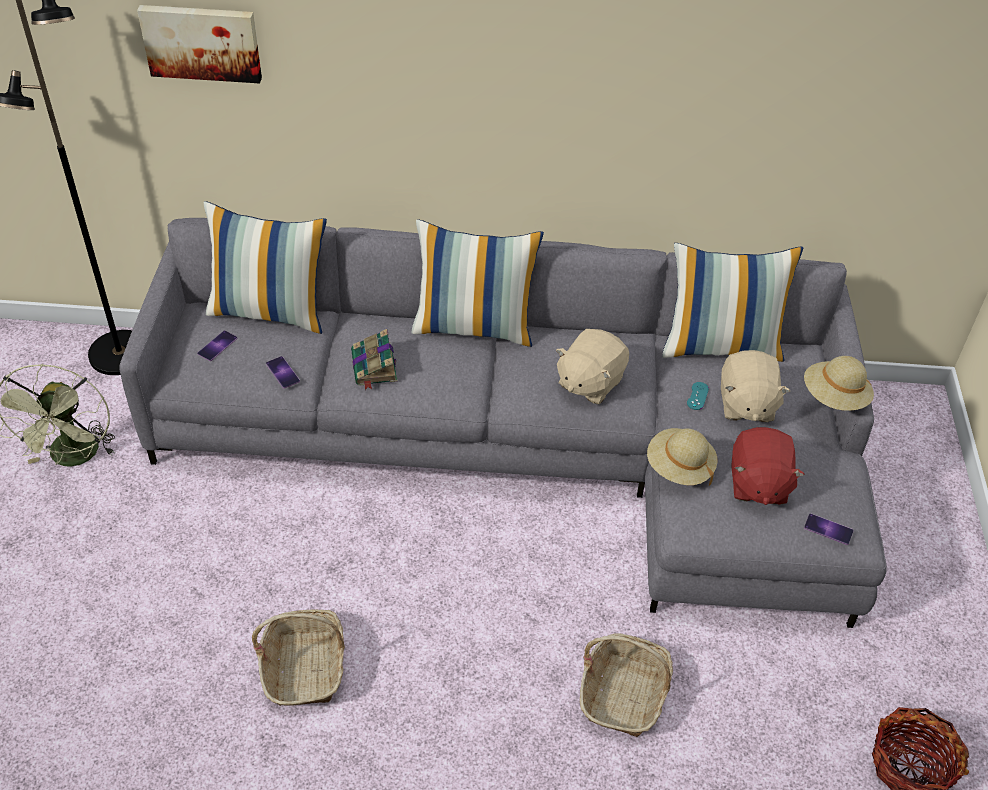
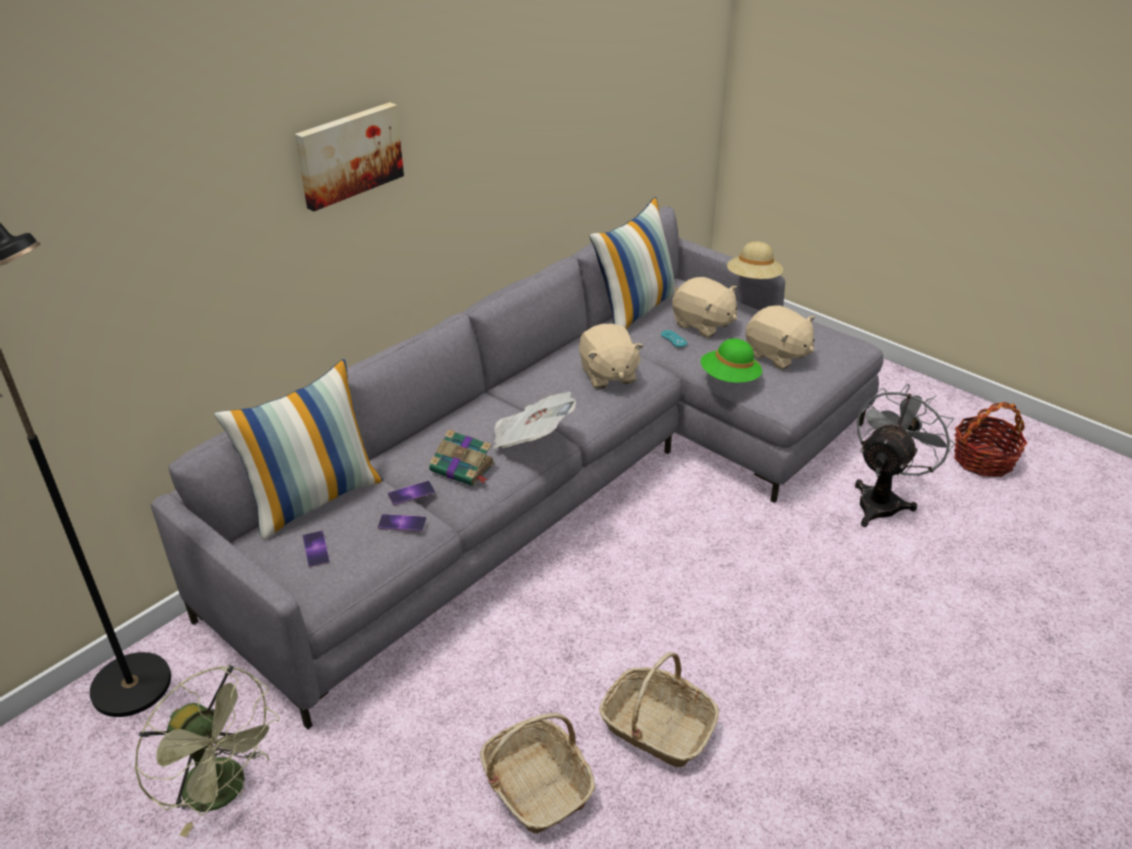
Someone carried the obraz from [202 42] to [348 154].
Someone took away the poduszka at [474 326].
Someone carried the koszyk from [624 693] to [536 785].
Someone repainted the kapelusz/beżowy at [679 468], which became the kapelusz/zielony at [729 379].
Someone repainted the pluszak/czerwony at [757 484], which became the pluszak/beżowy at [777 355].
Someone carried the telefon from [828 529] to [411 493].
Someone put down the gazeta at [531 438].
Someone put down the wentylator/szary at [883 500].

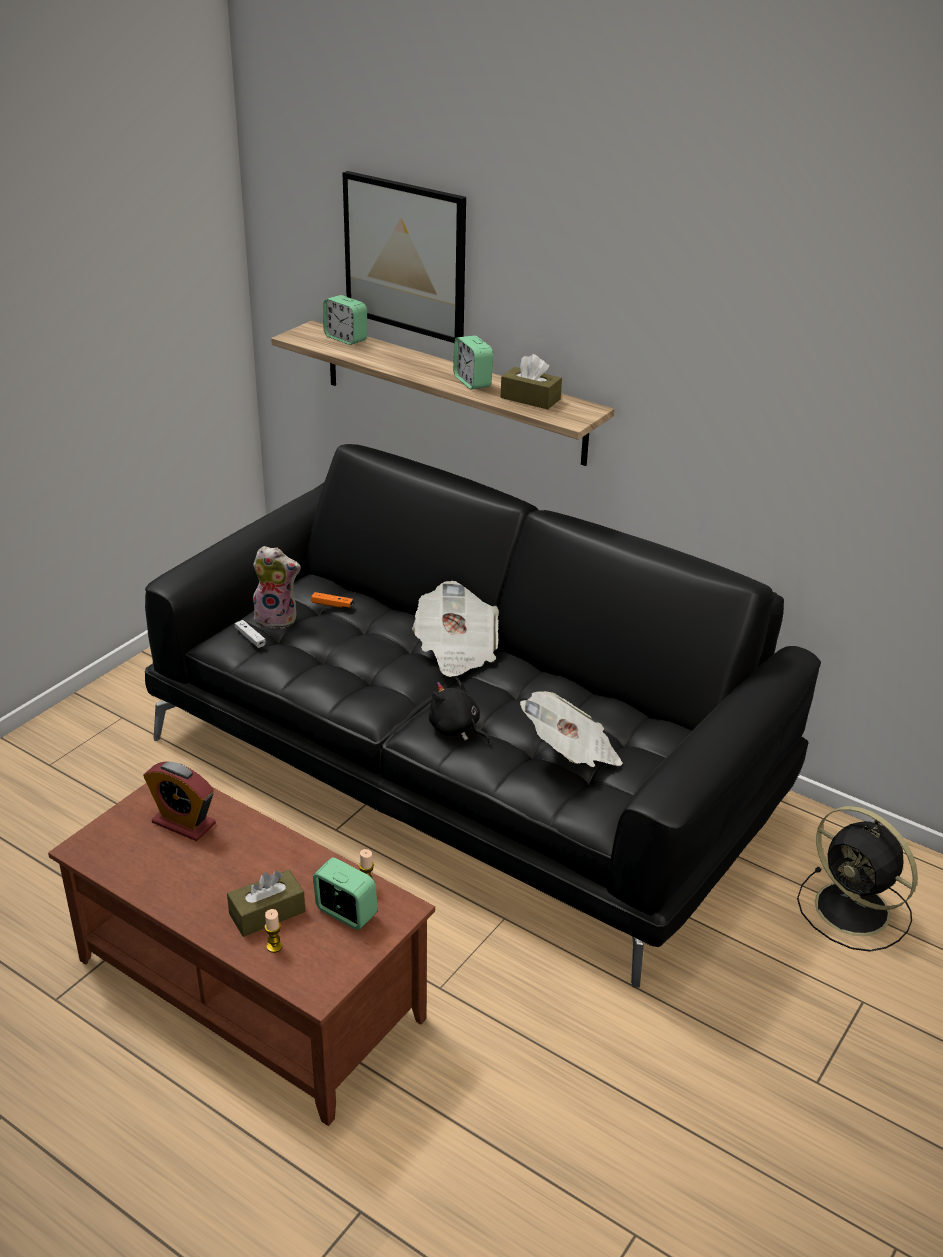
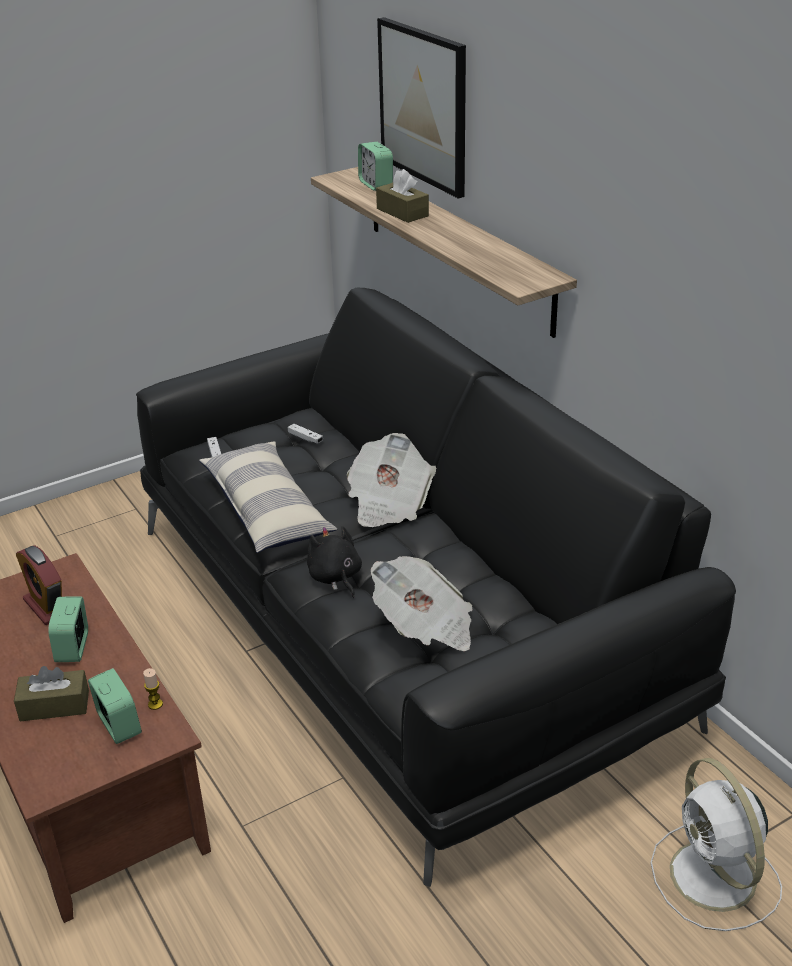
Someone took away the pluszak at [277 618].
Someone took away the świeca at [274 946].
Someone repainted the pad do gier/pomarańczowy at [332 604], which became the pad do gier/biały at [305 438].
Someone carried the budzik from [472 382] to [73 648].
Someone carried the pudełko chusteczek/brązowy from [530 398] to [402 212].
Someone repainted the wentylator/czarny at [855 911], which became the wentylator/biały at [715 879].
Someone put down the poduszka at [267 511].

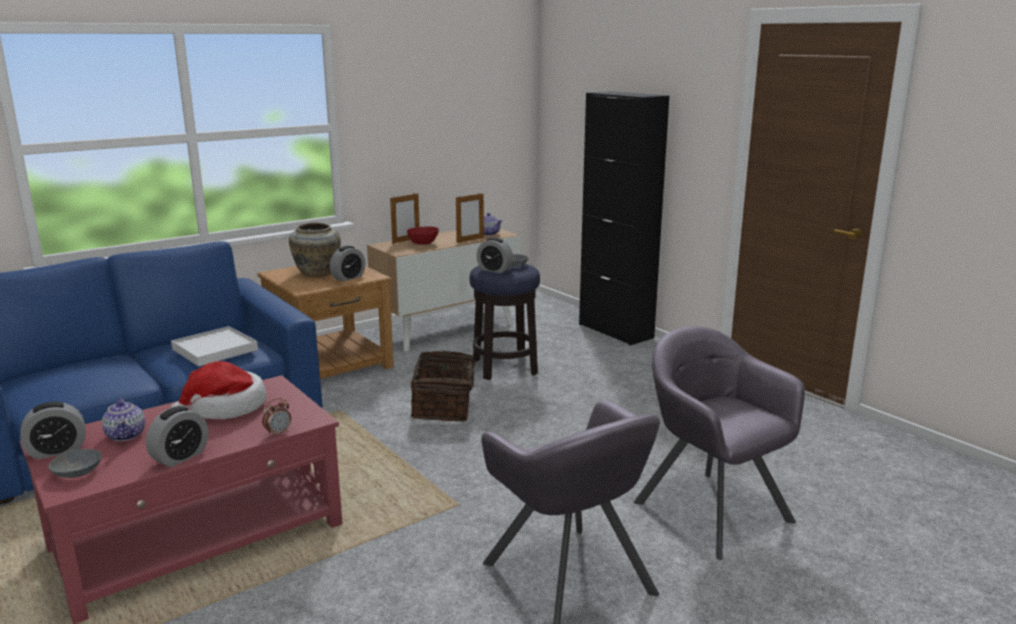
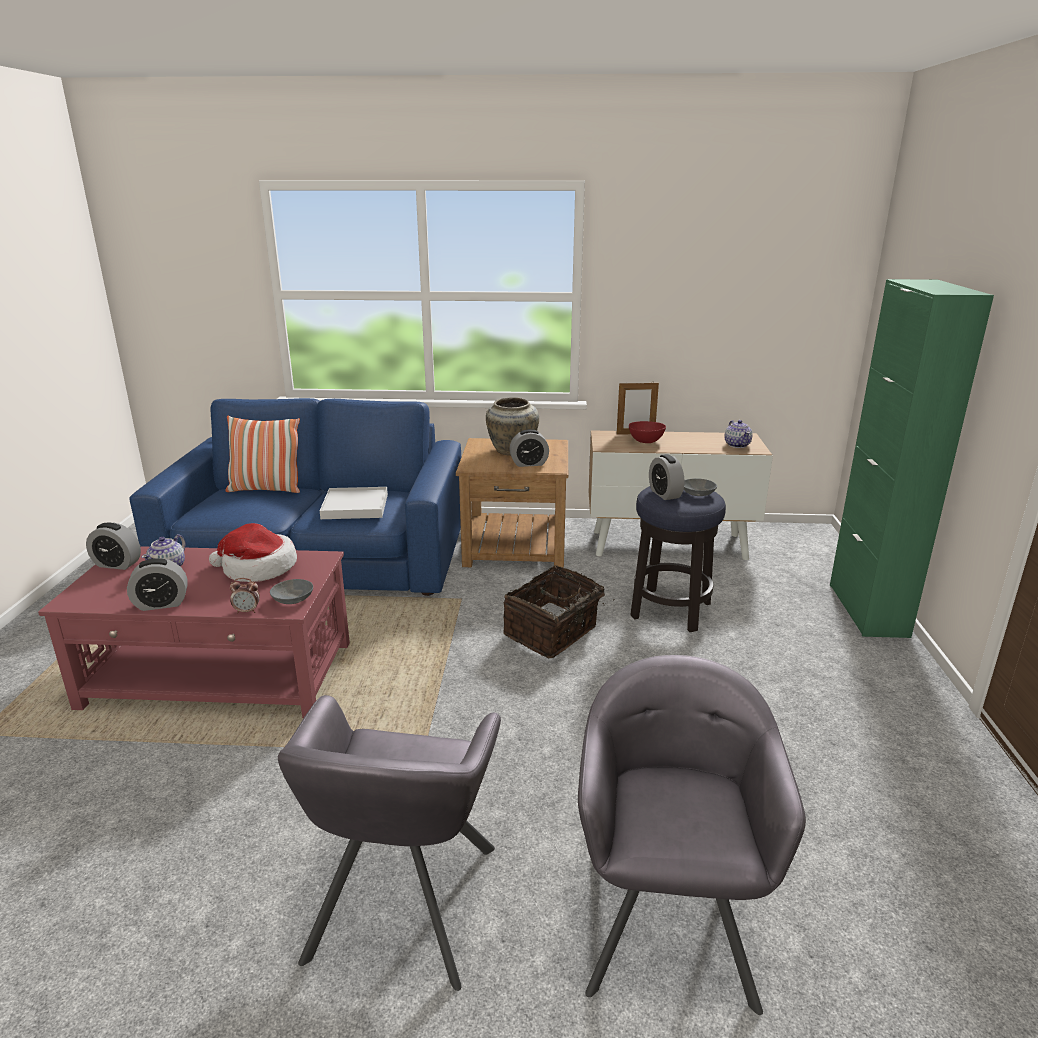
Someone carried the miska/szary from [78 471] to [293 598].
Someone took away the ramka na zdjęcie at [470 240].
Someone repainted the szafka/czarny at [615 331], which became the szafka/zielony at [867 610].
Someone put down the poduszka at [266 489].

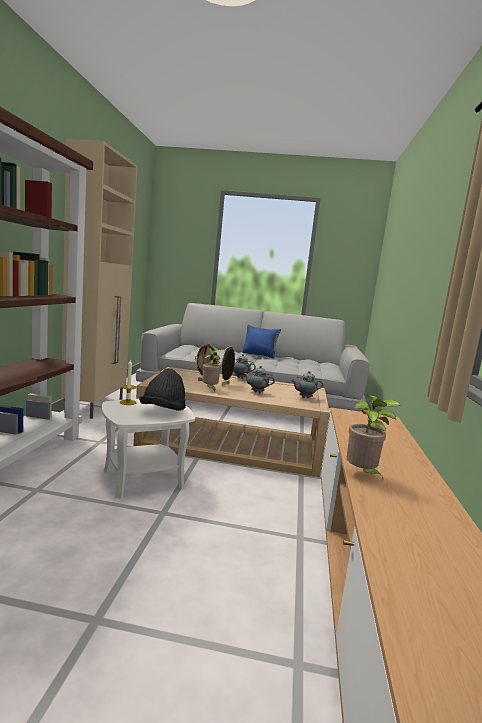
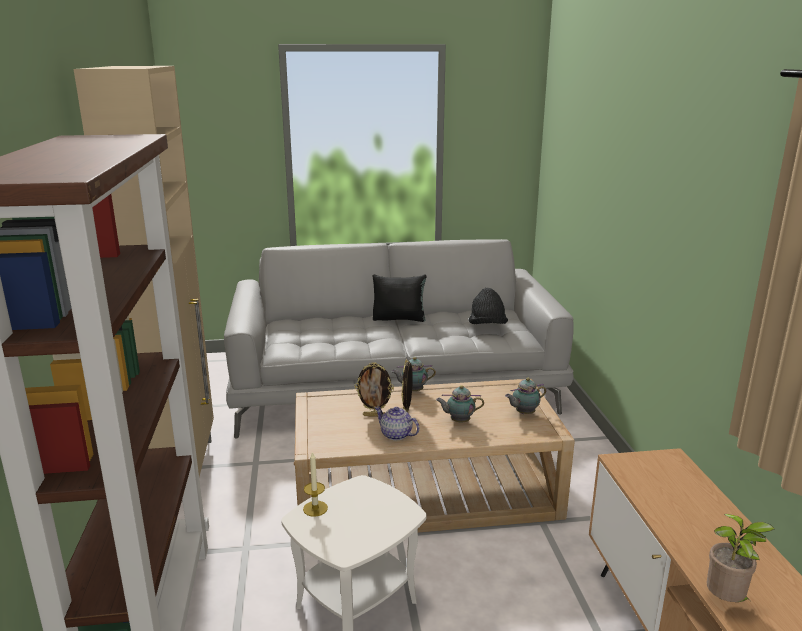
Someone carried the kapelusz/czarny from [163 411] to [487 326].
Someone swapped the roślina doniczkowa at [210 389] for the imbryk at [396 435].
Someone repainted the poduszka/niebieski at [259 355], which became the poduszka/czarny at [399 318].

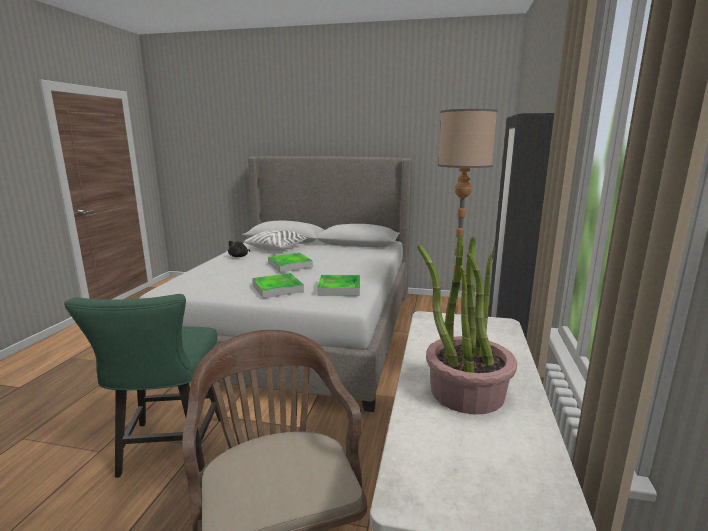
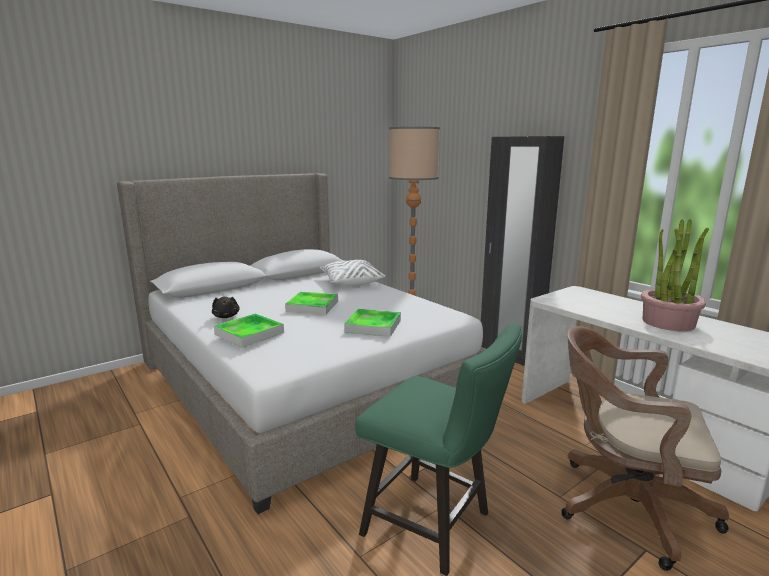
Someone carried the poduszka/biały from [277 248] to [351 282].
Someone carried the taca from [339 288] to [249 333].

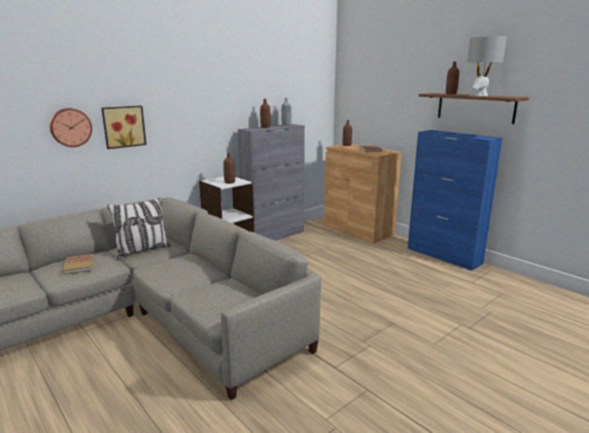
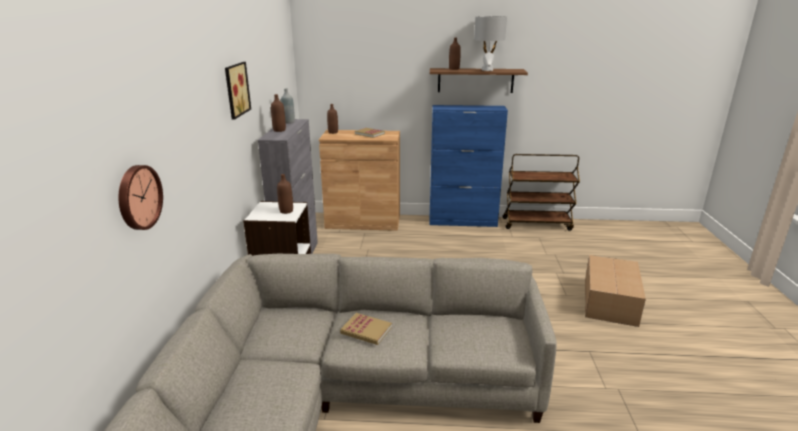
Someone carried the książka from [79 265] to [366 330].
Someone carried the obraz from [123 126] to [235 89].
Someone took away the poduszka at [143 251].
Someone put down the wózek/brązowy at [537 224].
Someone put down the karton at [610 301].

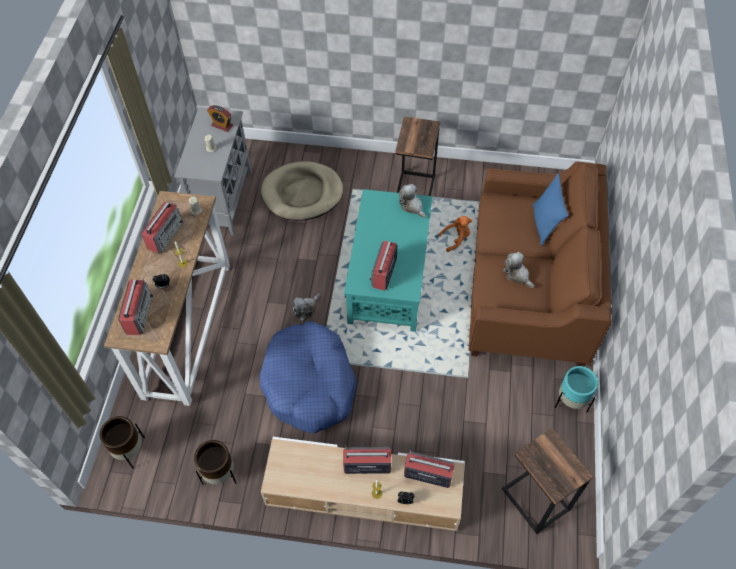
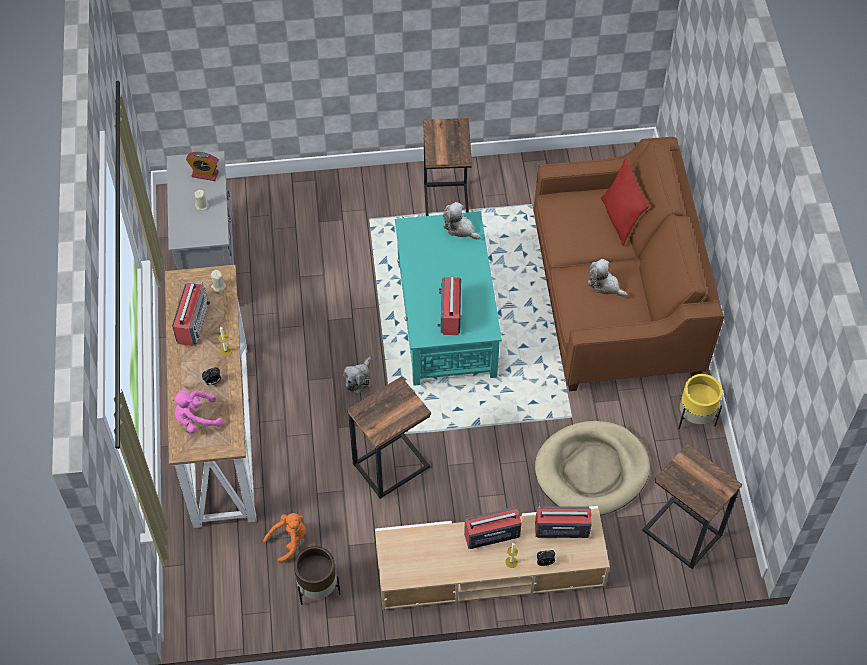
Someone took away the donica/brązowy at [129 450].
Someone swapped the radio at [139 314] for the pluszak/różowy at [196 419].
Someone swapped the legowisko/niebieski at [309 384] for the stolik at [390 465].
Someone carried the legowisko/beżowy from [302 193] to [591 470].
Someone carried the pluszak/pomarańczowy from [456 239] to [289 540].
Someone repainted the poduszka/niebieski at [544 224], which became the poduszka/czerwony at [620 220].
Someone repainted the donica/turkusowy at [571 401], which became the donica/żółty at [695 418].

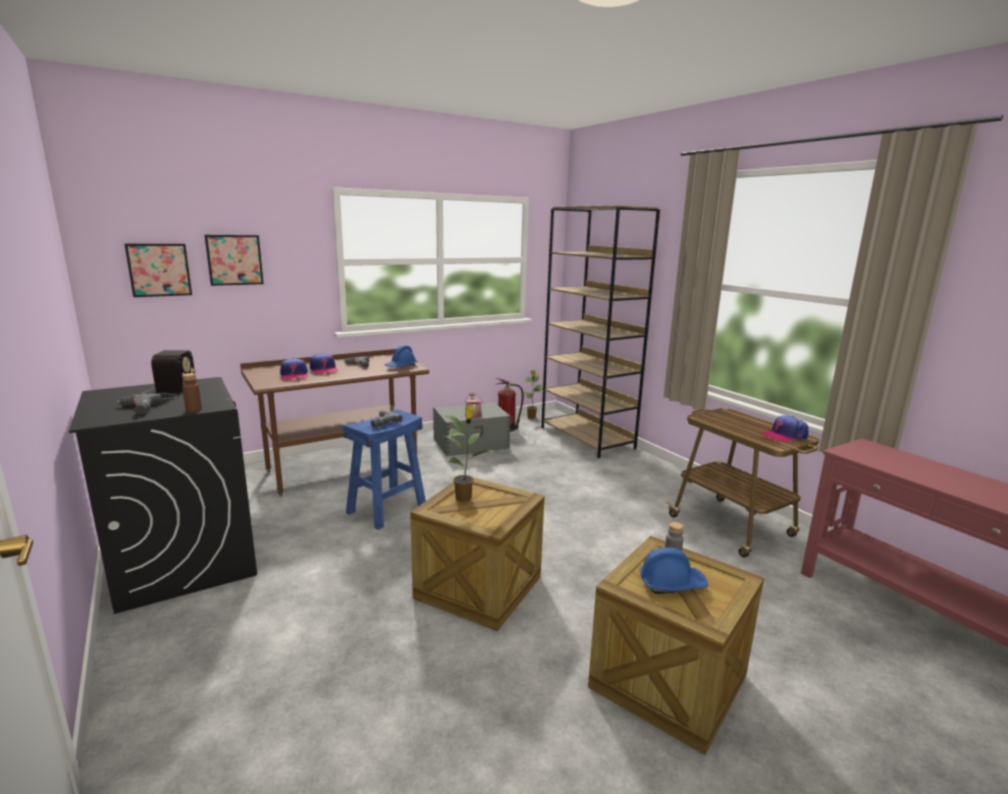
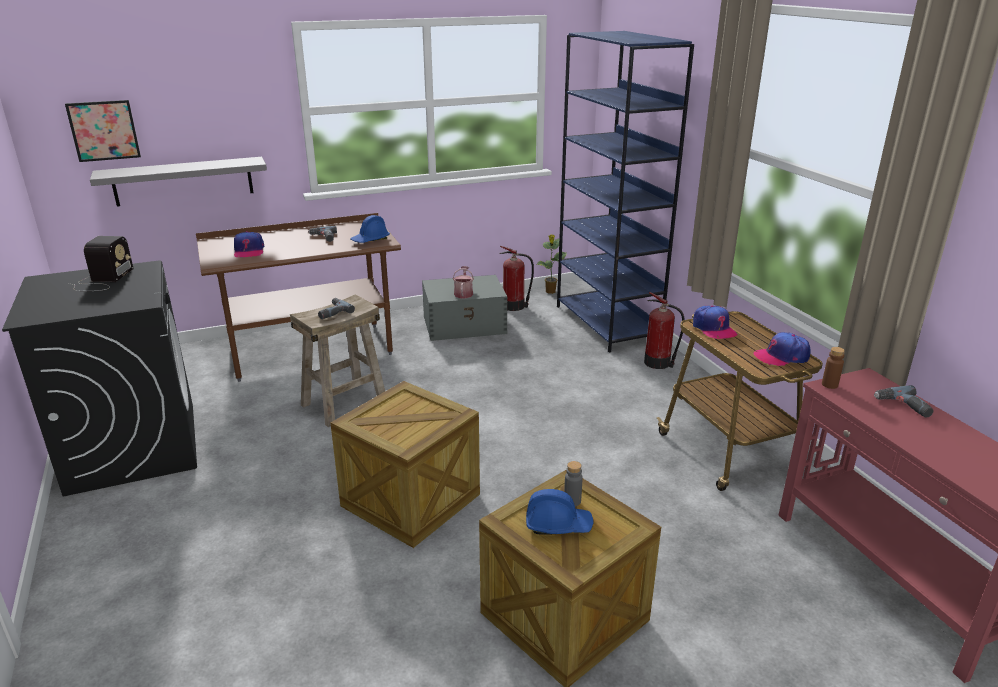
Someone carried the wiertarka from [137 409] to [903 406].
Someone carried the butelka/brązowy from [193 410] to [829 385].
Someone took away the obraz at [234 260].
Someone carried the czapka z daszkiem from [323 370] to [713 328].
Someone repainted the stołek/niebieski at [387 509], which became the stołek/beżowy at [344 404].
Someone took away the roślina doniczkowa at [464 498].
Someone repainted the regał/brązowy at [587 438], which became the regał/niebieski at [607 323].
Someone put up the półka/szary at [183 181].
Someone put down the gaśnica at [658 363].

